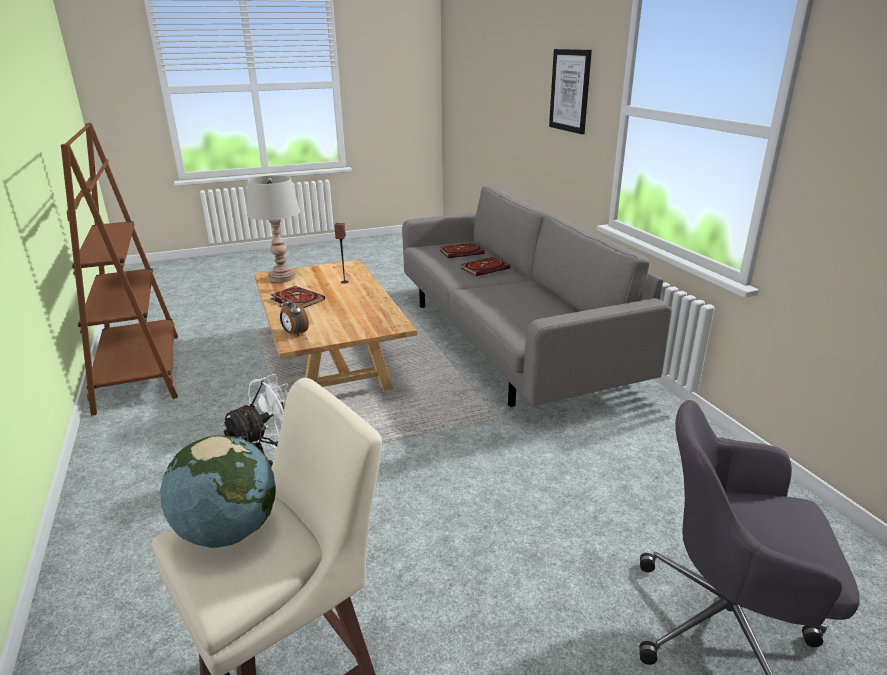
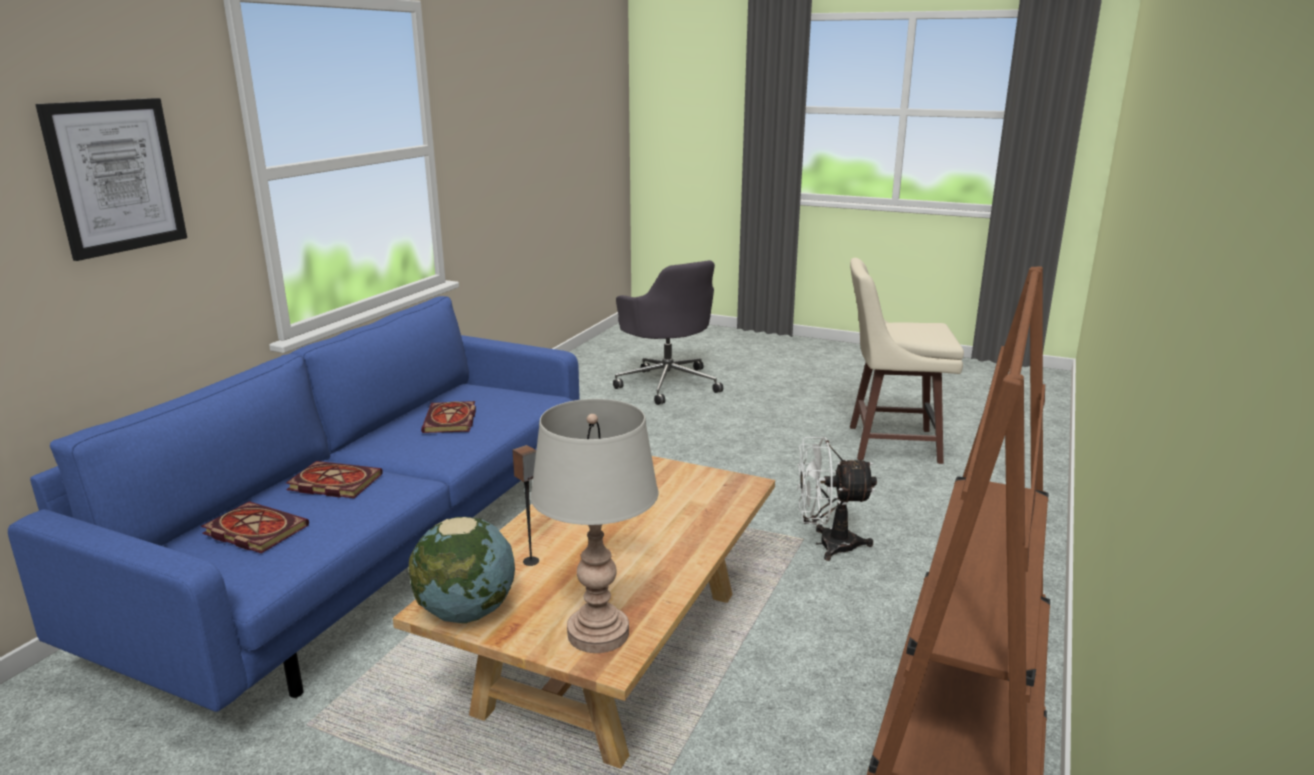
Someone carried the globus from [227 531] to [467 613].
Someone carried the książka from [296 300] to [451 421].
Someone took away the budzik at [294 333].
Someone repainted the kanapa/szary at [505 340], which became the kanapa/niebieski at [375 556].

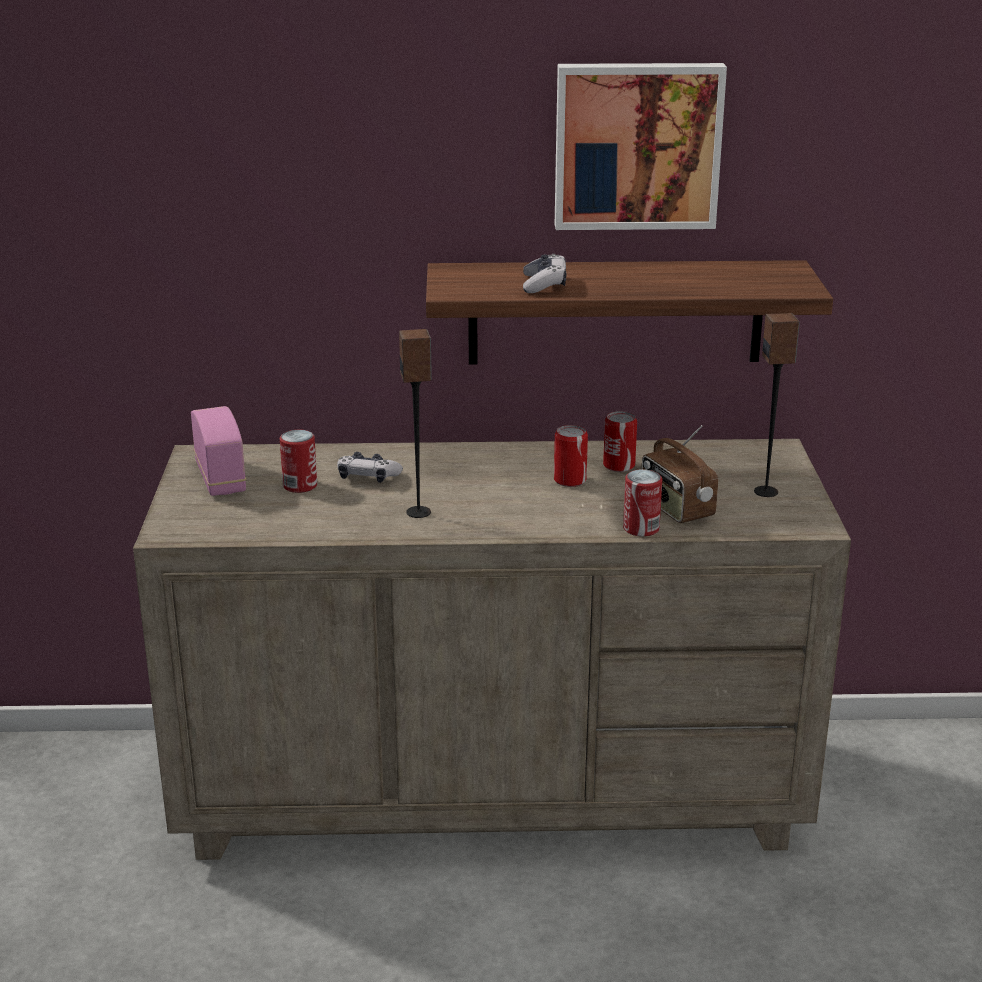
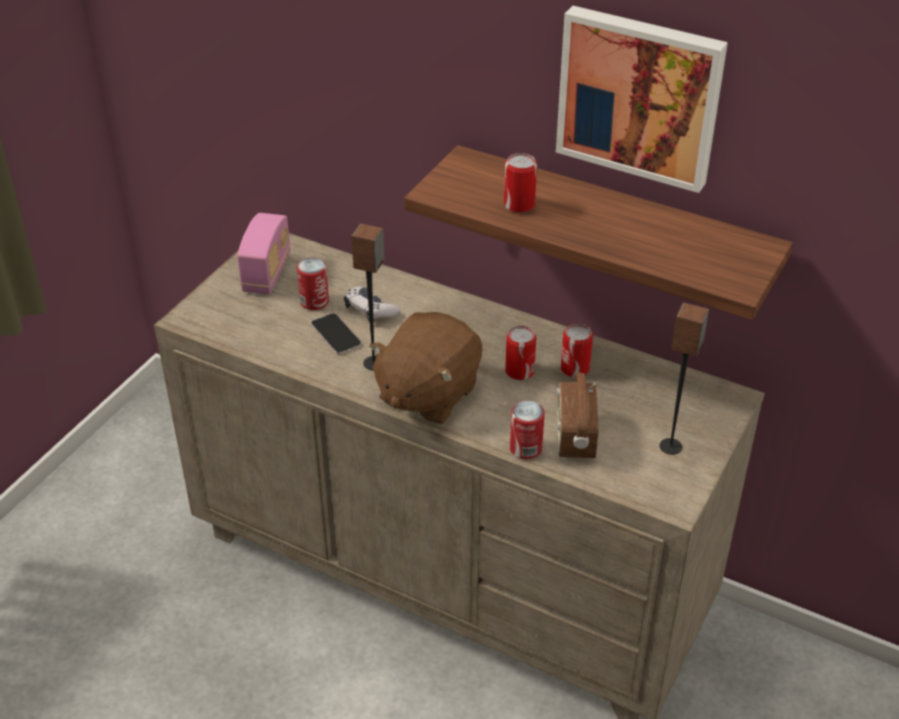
Someone swapped the pad do gier at [544 284] for the puszka at [519 204].
Someone put down the telefon at [336 334].
Someone put down the pluszak/brązowy at [427 394].

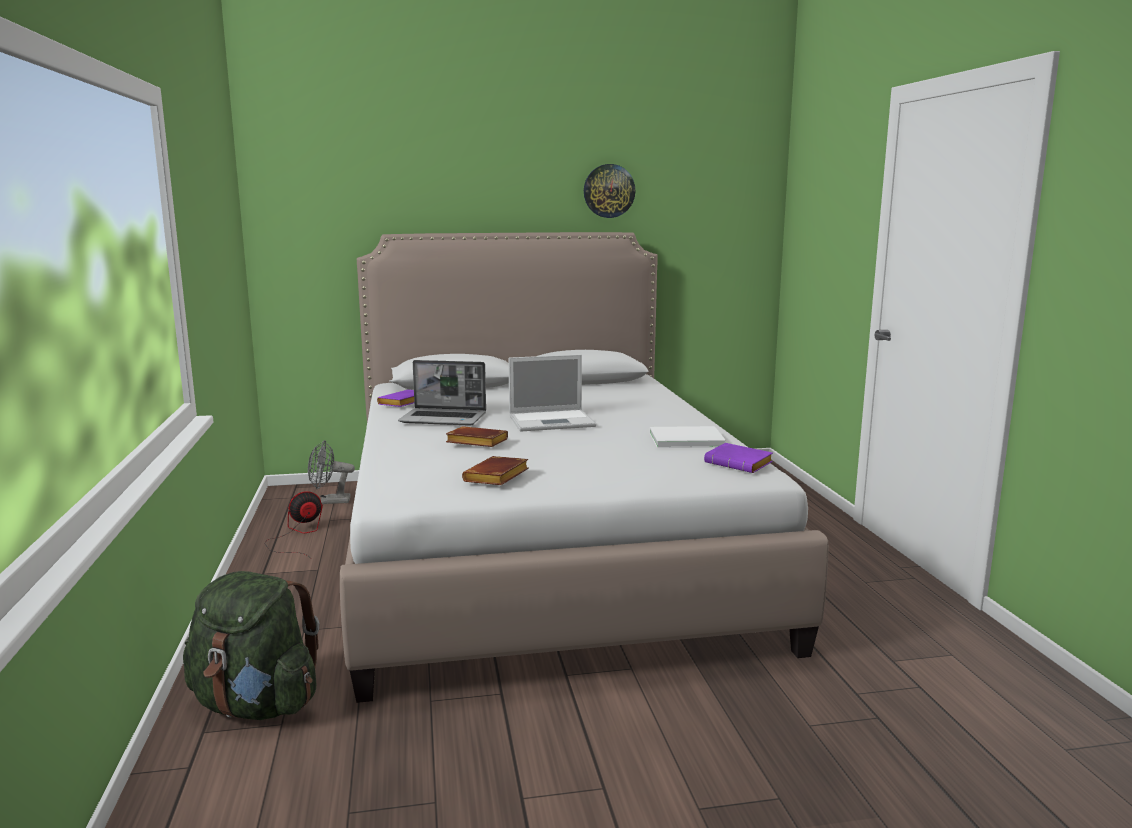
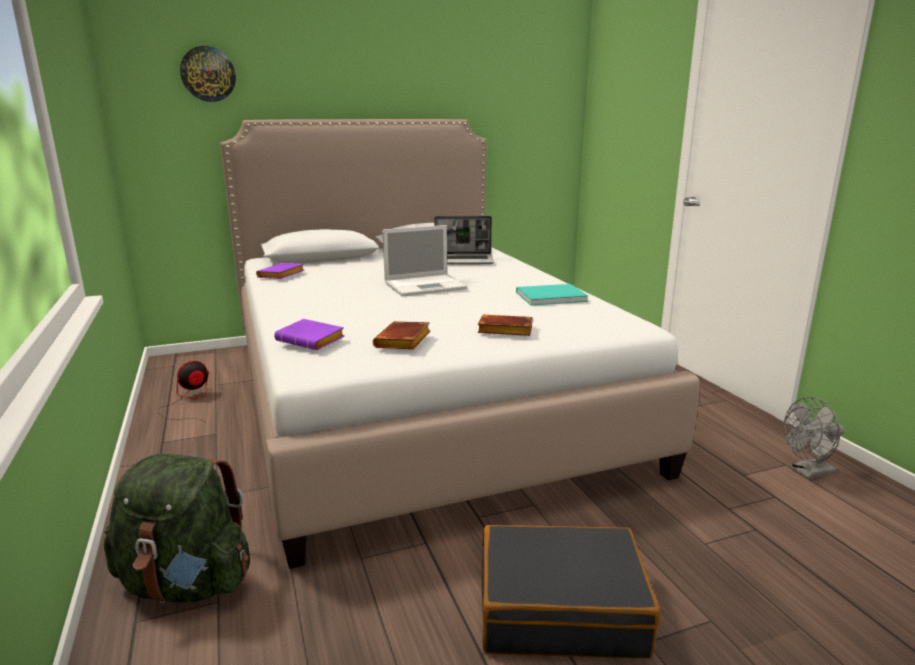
Someone carried the wentylator/szary from [329 501] to [808 472].
Someone carried the laptop from [444 419] to [464 260].
Someone carried the książka/brązowy from [475 442] to [503 331].
Someone carried the zegar ścienny from [609 191] to [208 74].
Someone repainted the książka/biały at [683 439], which became the książka/turkusowy at [548 296].
Someone carried the książka/fioletowy from [740 464] to [312 340].
Someone put down the walizka/czarny at [560 608].

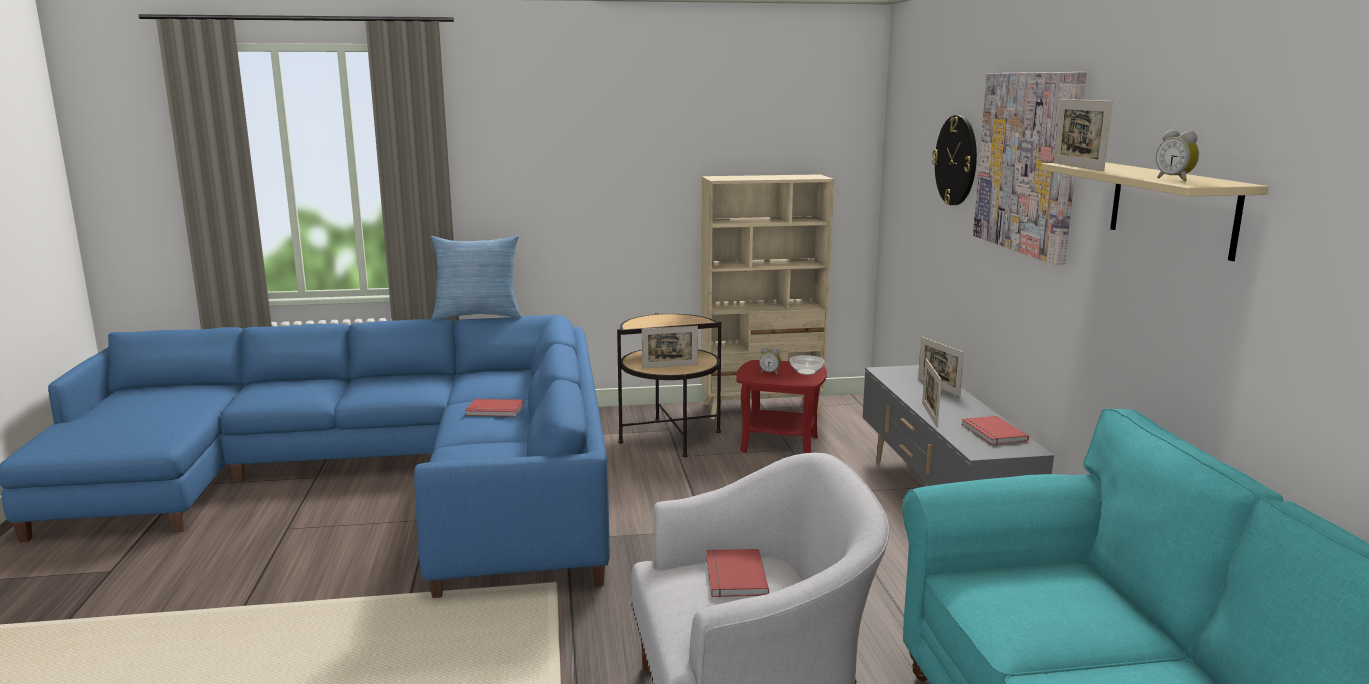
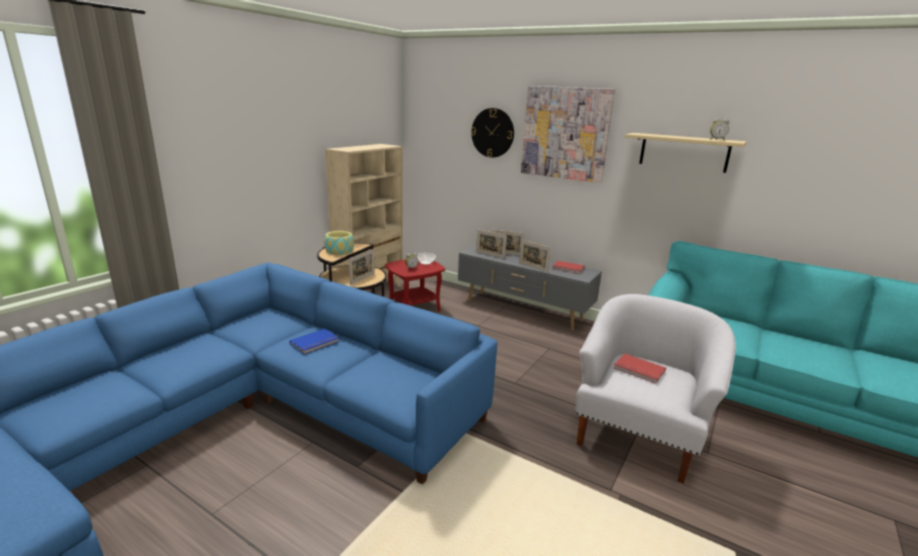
Someone took away the poduszka at [478 316].
Someone repainted the książka/czerwony at [495 410], which became the książka/niebieski at [315 343].
Someone carried the ramka na zdjęcie from [1077 167] to [490 255].
Someone put down the miska at [339 251].

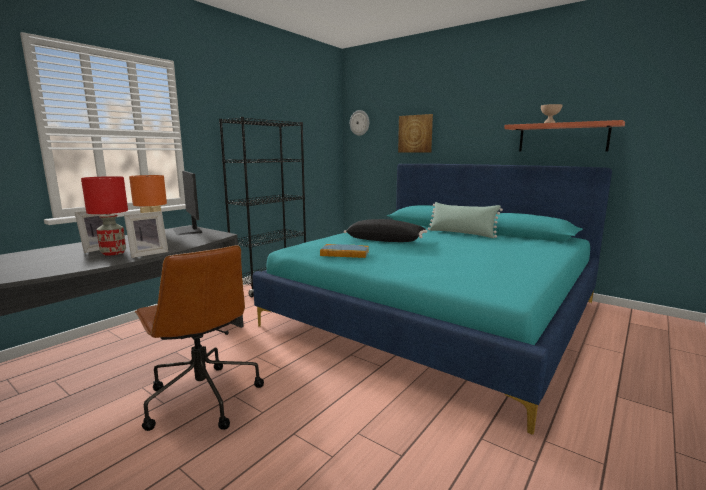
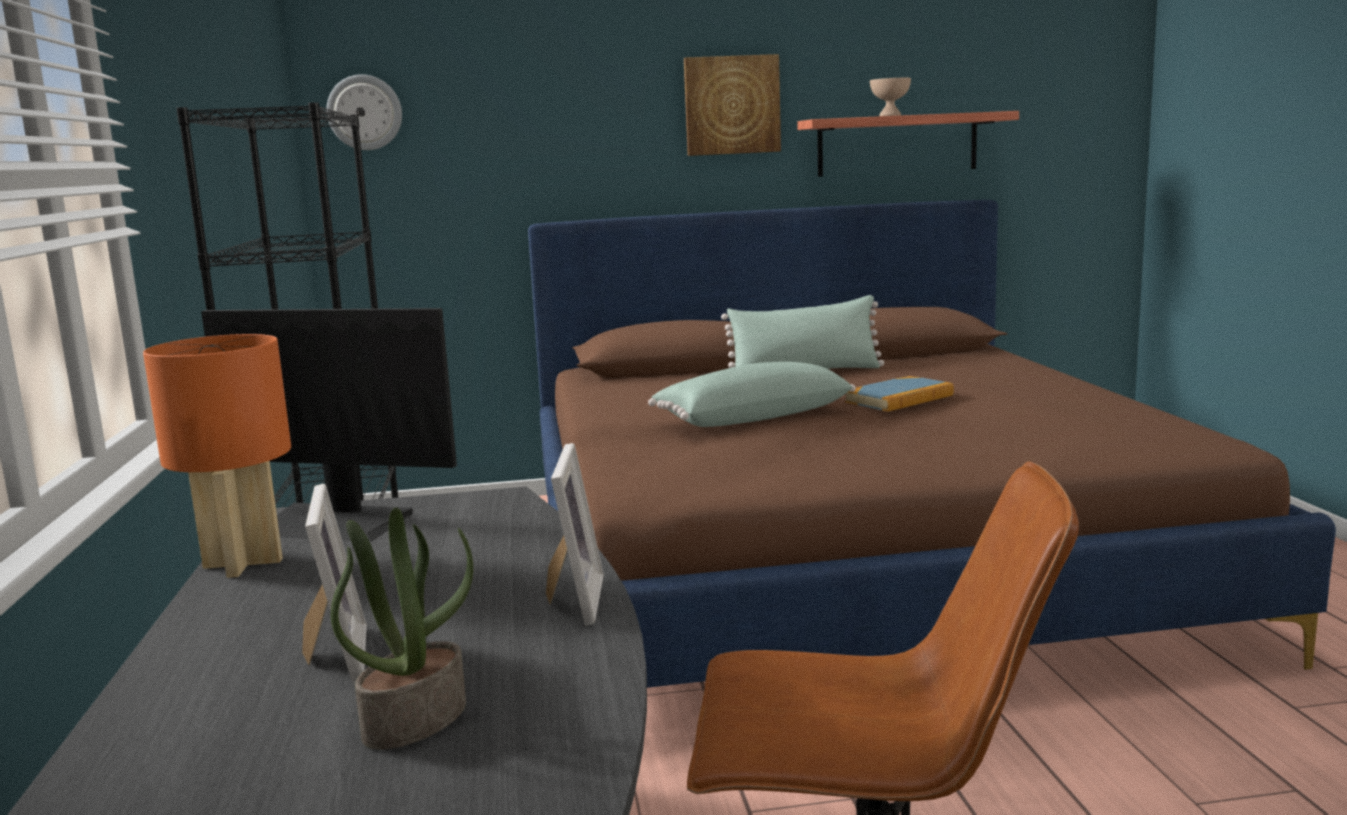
Someone took away the lampa stołowa/czerwony at [114 253].
Someone repainted the łóżko/turkusowy at [437 313], which became the łóżko/brązowy at [842 562].
Someone carried the książka from [345 253] to [899 399].
Someone repainted the poduszka/czarny at [385 240], which became the poduszka/zielony at [752 418].
Someone carried the obraz from [415 134] to [732 105].
Someone put down the roślina doniczkowa at [415 719].

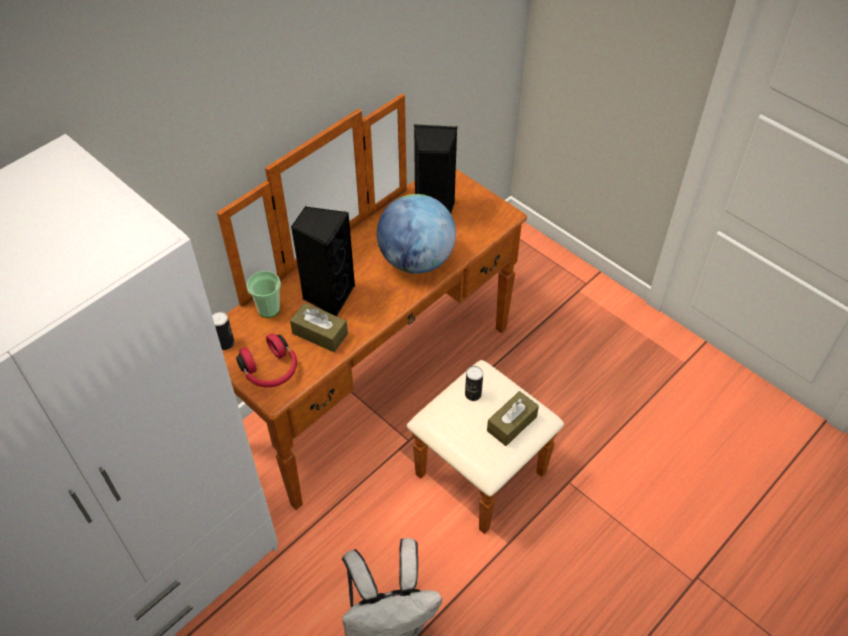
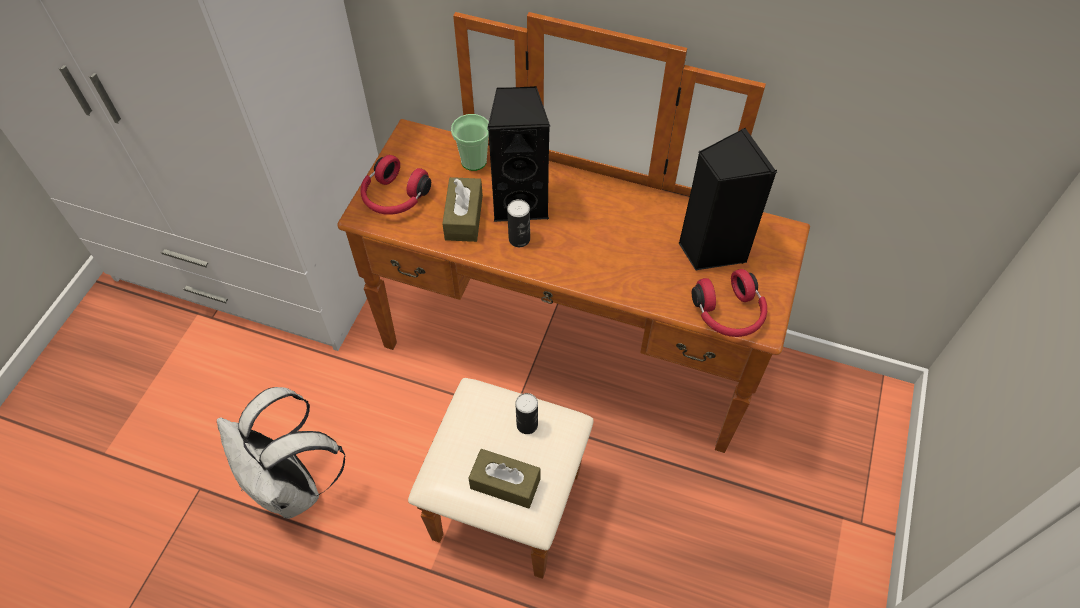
Someone carried the puszka from [225 343] to [519 239].
Someone took away the globus at [416 260].
Someone put down the słuchawki/czerwony at [729 314].

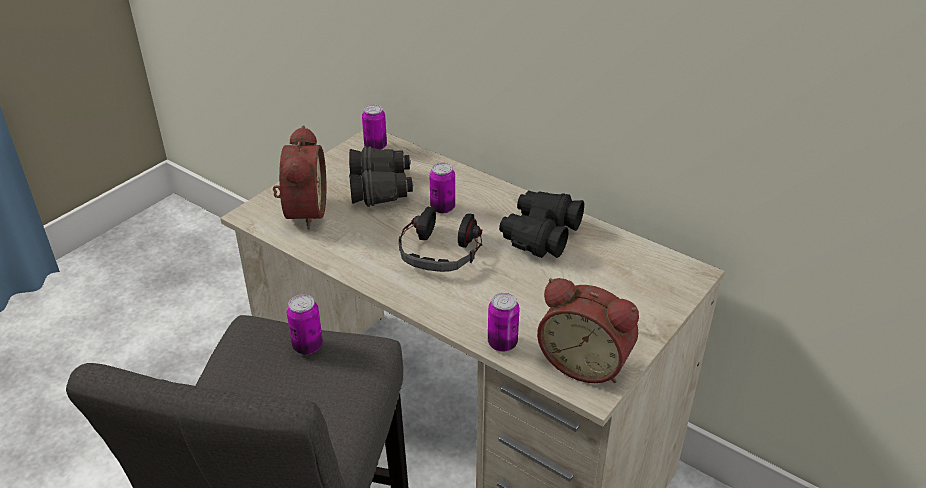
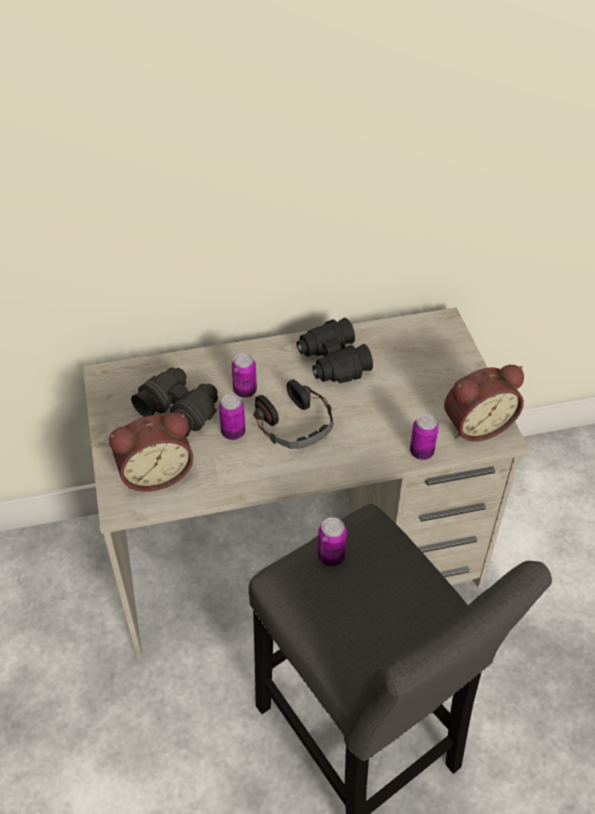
Someone rotated the budzik at [302 212] by 120 degrees clockwise.
Someone carried the puszka from [375 147] to [233 432].

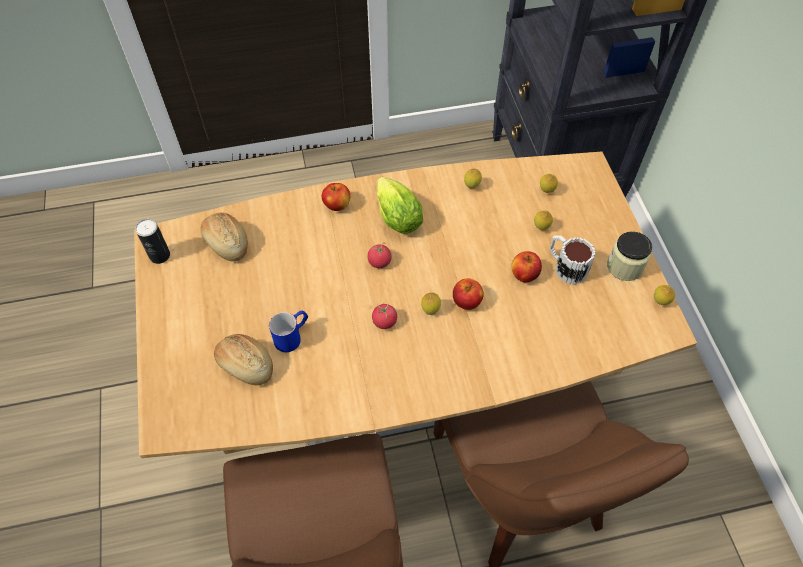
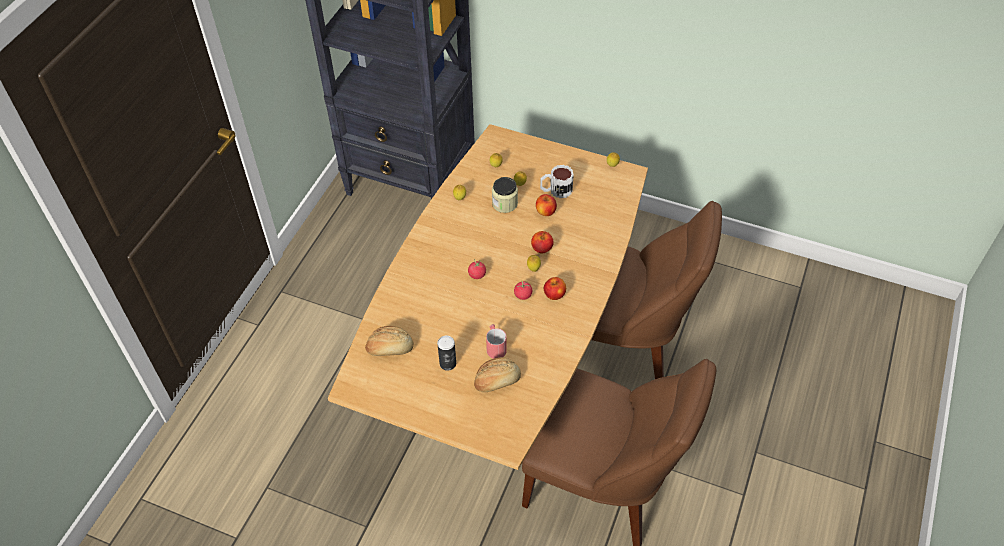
Someone carried the puszka from [160 255] to [448 363].
Someone repainted the kubek/niebieski at [292 336], which became the kubek/czerwony at [495 346].
Someone carried the jabłko from [337 205] to [554 295].
Someone took away the sałata at [396 215].
Someone carried the słoik from [624 266] to [505 203].

